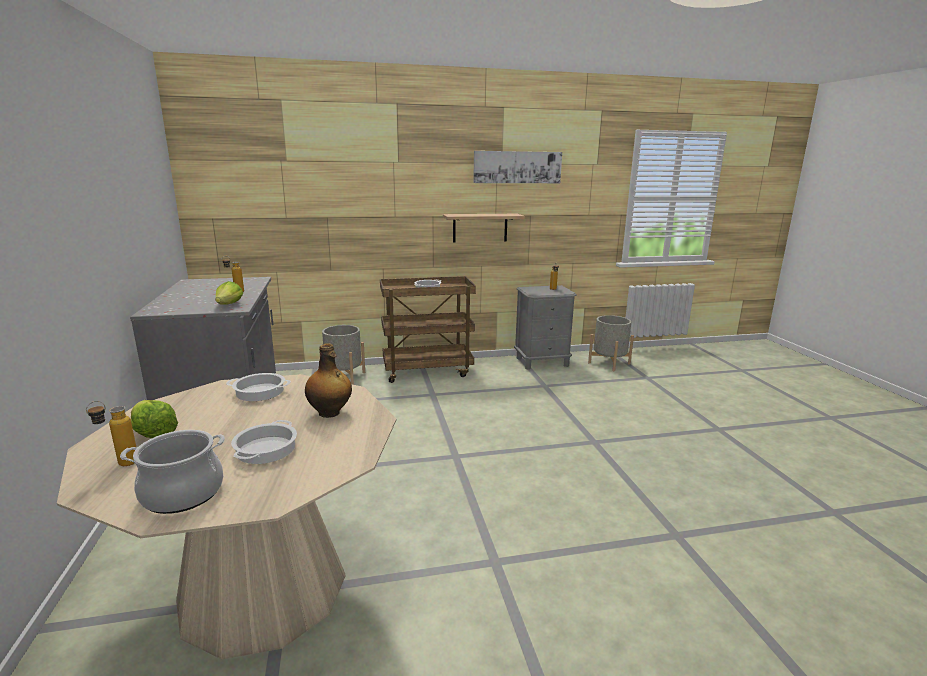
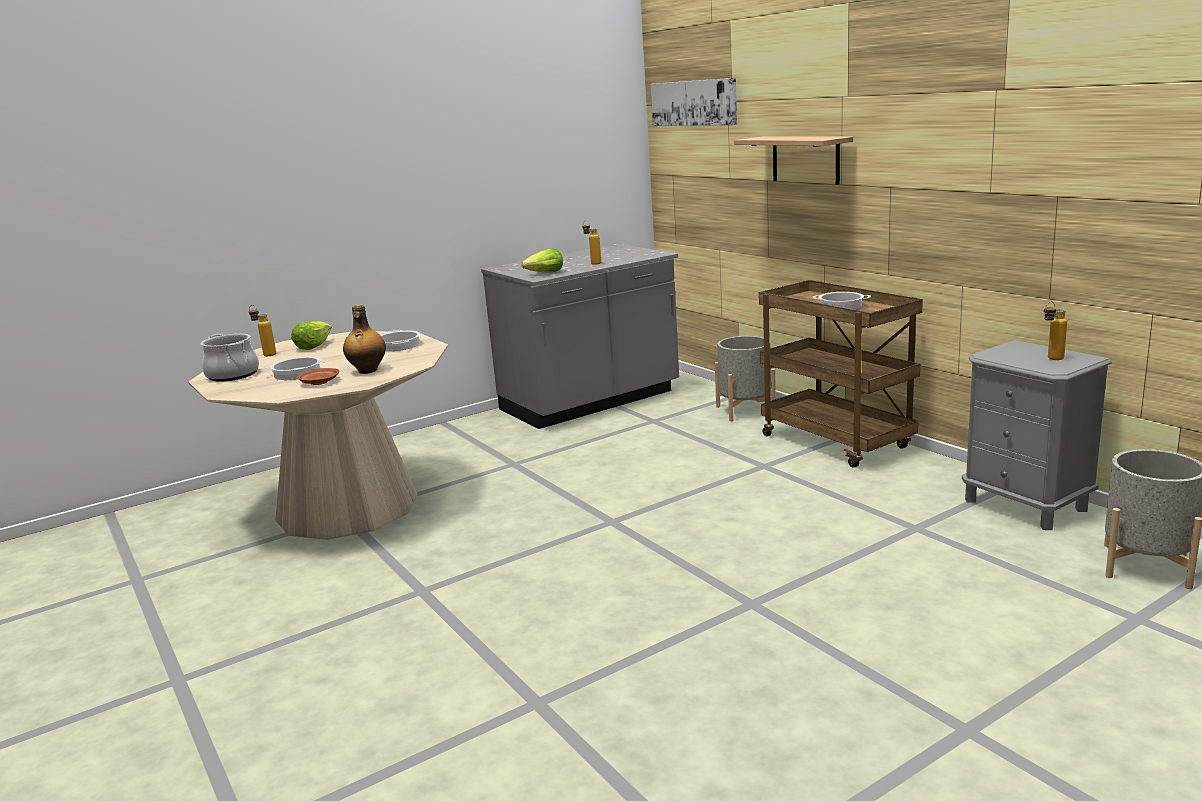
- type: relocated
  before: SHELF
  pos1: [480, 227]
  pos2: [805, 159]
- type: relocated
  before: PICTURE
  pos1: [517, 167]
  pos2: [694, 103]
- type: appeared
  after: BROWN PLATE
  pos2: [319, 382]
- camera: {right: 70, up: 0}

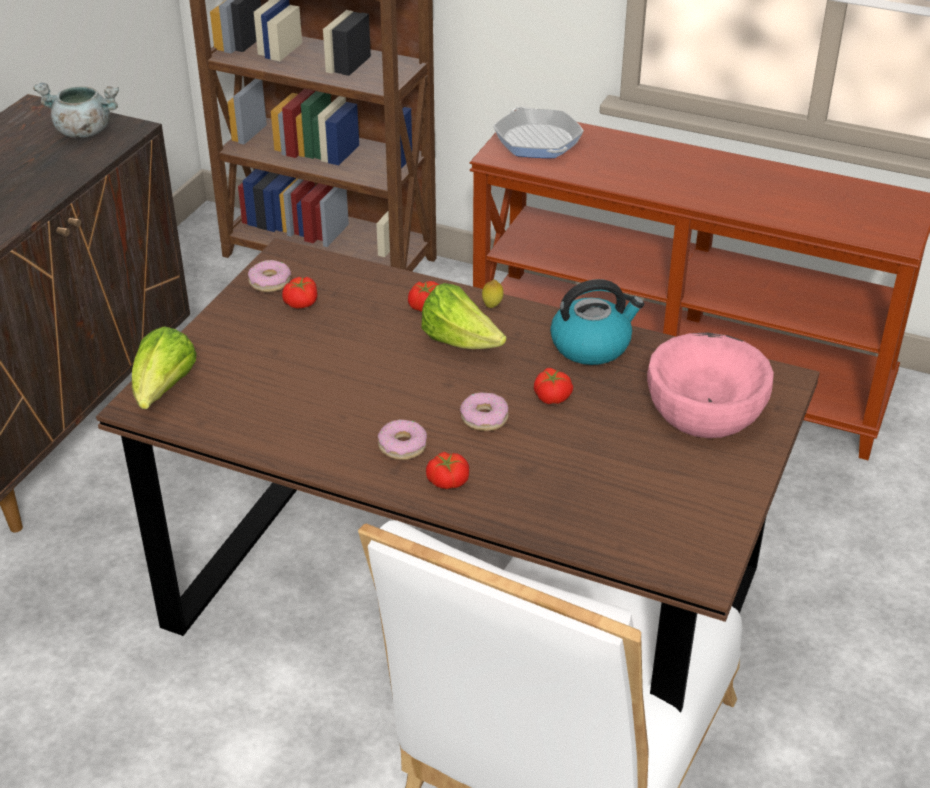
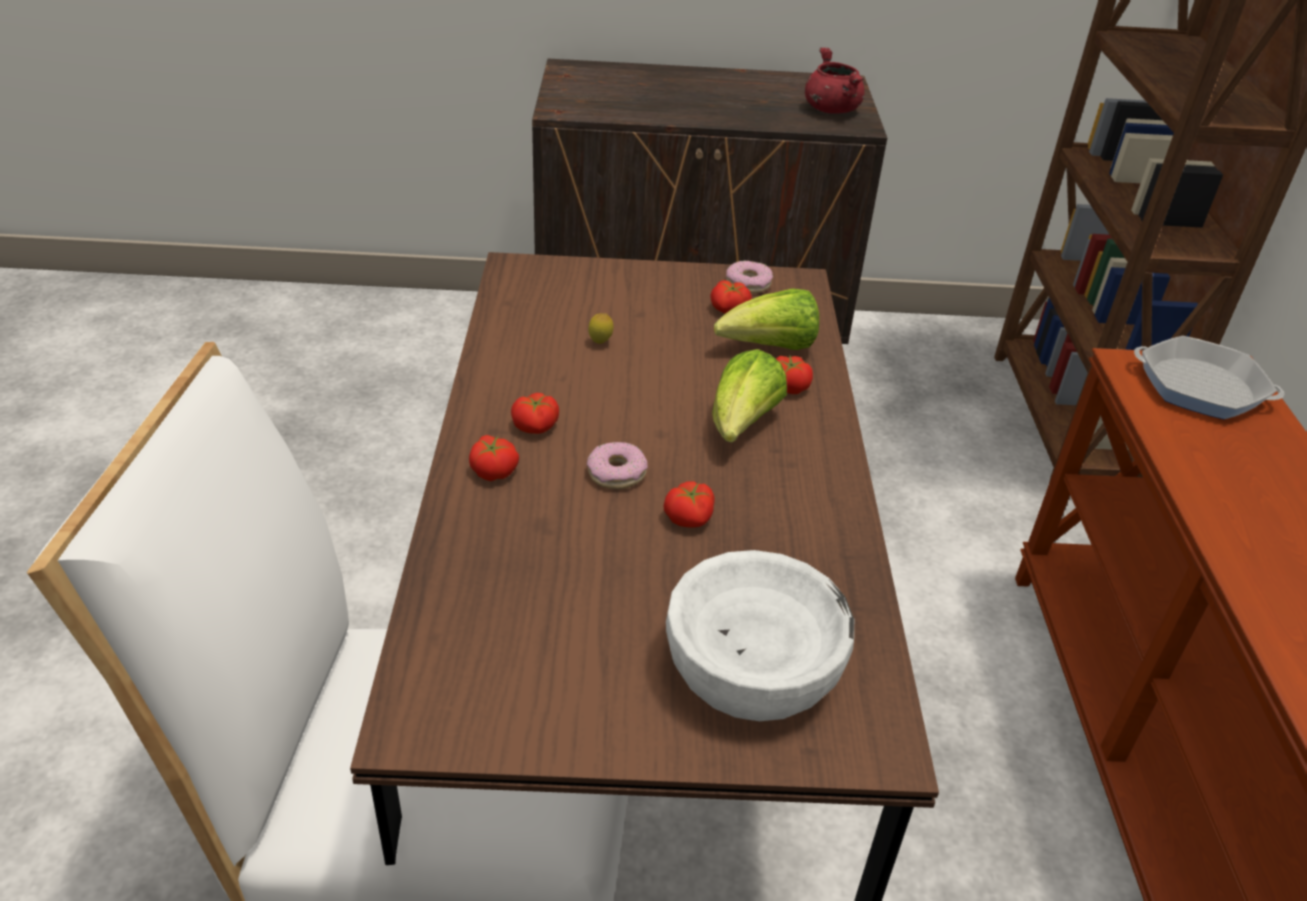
- type: colour
  before: GREY COOKING POT
  after: RED COOKING POT
  pos1: [83, 132]
  pos2: [831, 109]
- type: relocated
  before: LETTUCE
  pos1: [164, 391]
  pos2: [770, 348]
- type: exchanged
  before: DONUT
  after: TOMATO
  pos1: [402, 446]
  pos2: [536, 426]
- type: relocated
  before: LEMON
  pos1: [492, 306]
  pos2: [600, 343]
- type: spun
  before: FRYING PAN
  pos1: [537, 141]
  pos2: [1200, 387]
  turn: -105
- type: missing
  before: KETTLE
  pos1: [591, 345]
- type: colour
  before: PINK BOWL
  after: WHITE BOWL
  pos1: [704, 410]
  pos2: [752, 667]
- camera: {right: 65, up: 0}

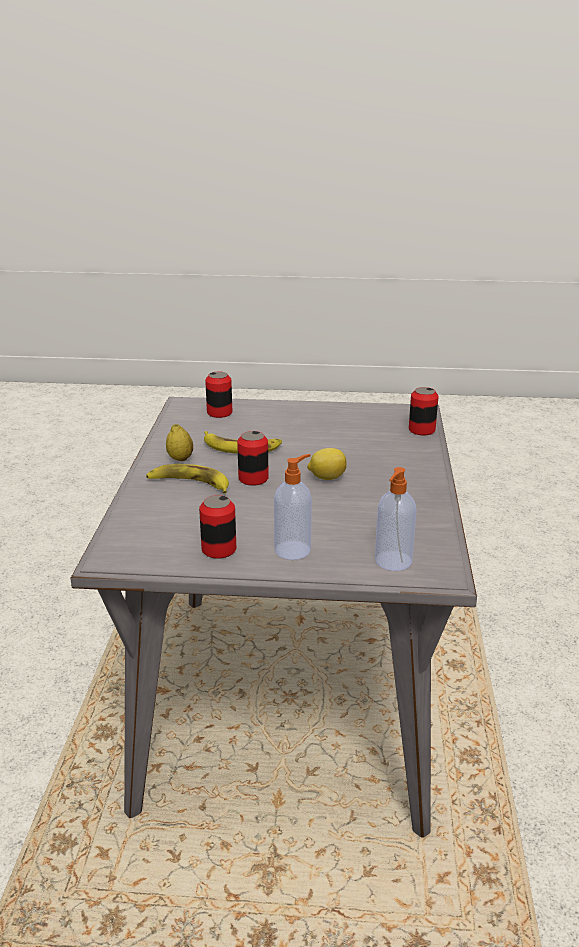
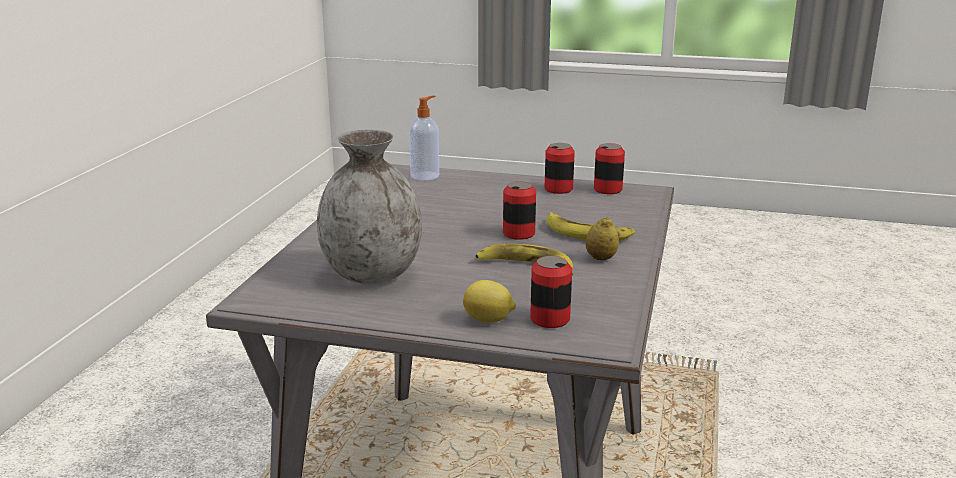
- type: missing
  before: SOAP DISPENSER
  pos1: [293, 549]
- type: relocated
  before: LEMON
  pos1: [326, 477]
  pos2: [489, 320]
- type: relocated
  before: CAN
  pos1: [421, 430]
  pos2: [608, 189]
- type: appeared
  after: GREY VASE
  pos2: [373, 274]
- camera: {right: -170, up: -5}

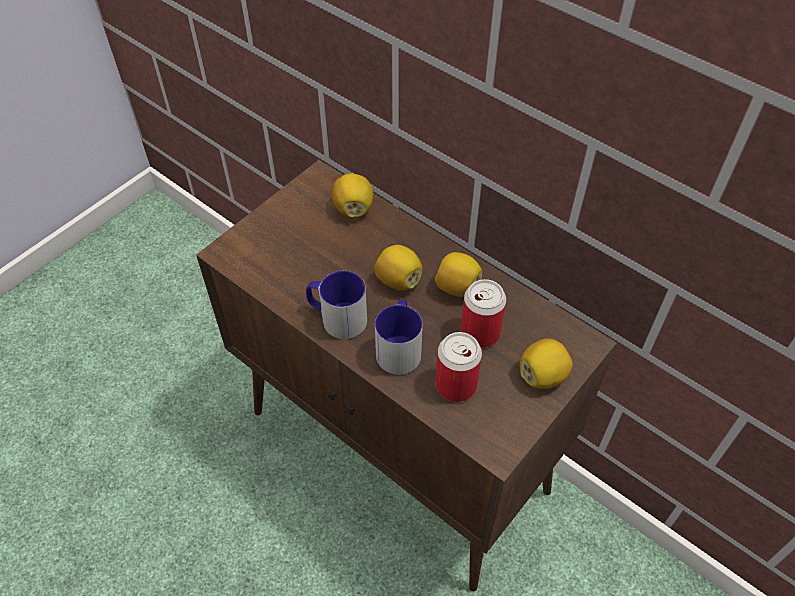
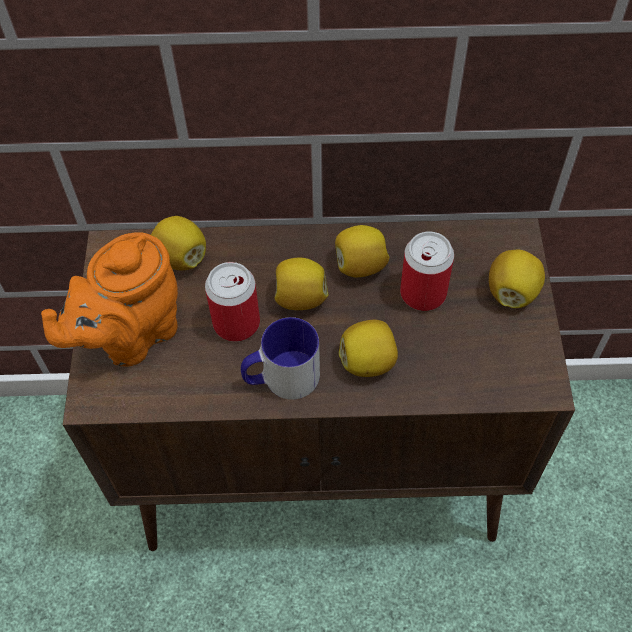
- type: exchanged
  before: MUG
  after: LEMON
  pos1: [399, 347]
  pos2: [368, 361]
- type: relocated
  before: CAN
  pos1: [456, 385]
  pos2: [236, 323]
- type: appeared
  after: ORANGE TEAPOT
  pos2: [131, 335]
- camera: {right: -40, up: 5}

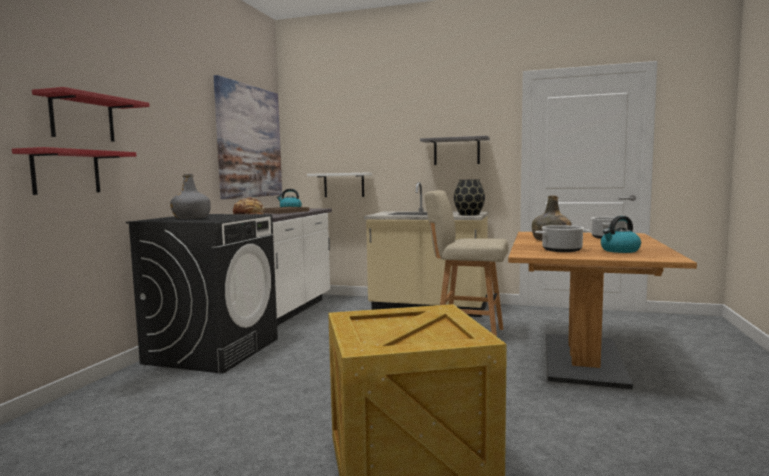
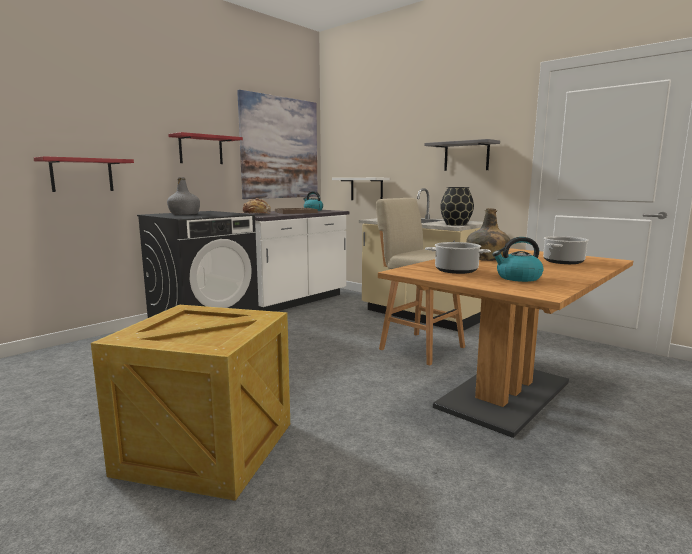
- type: relocated
  before: RED SHELF
  pos1: [82, 118]
  pos2: [201, 150]
- camera: {right: 25, up: 5}

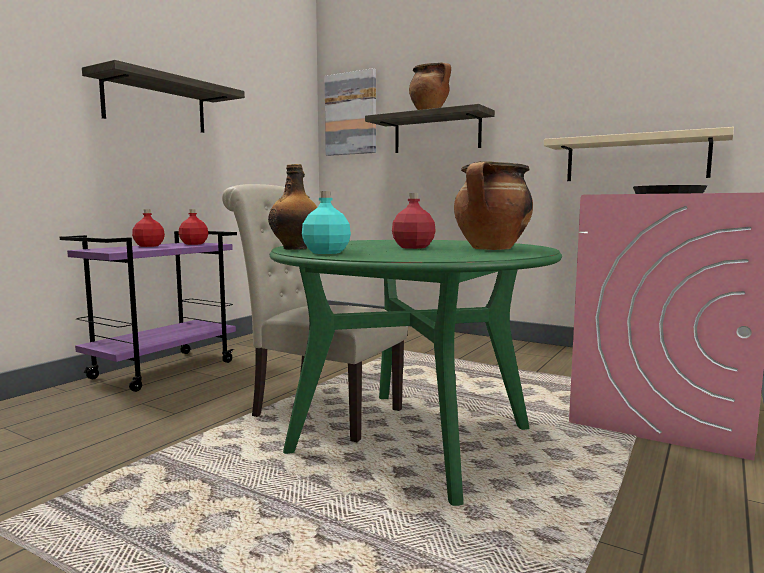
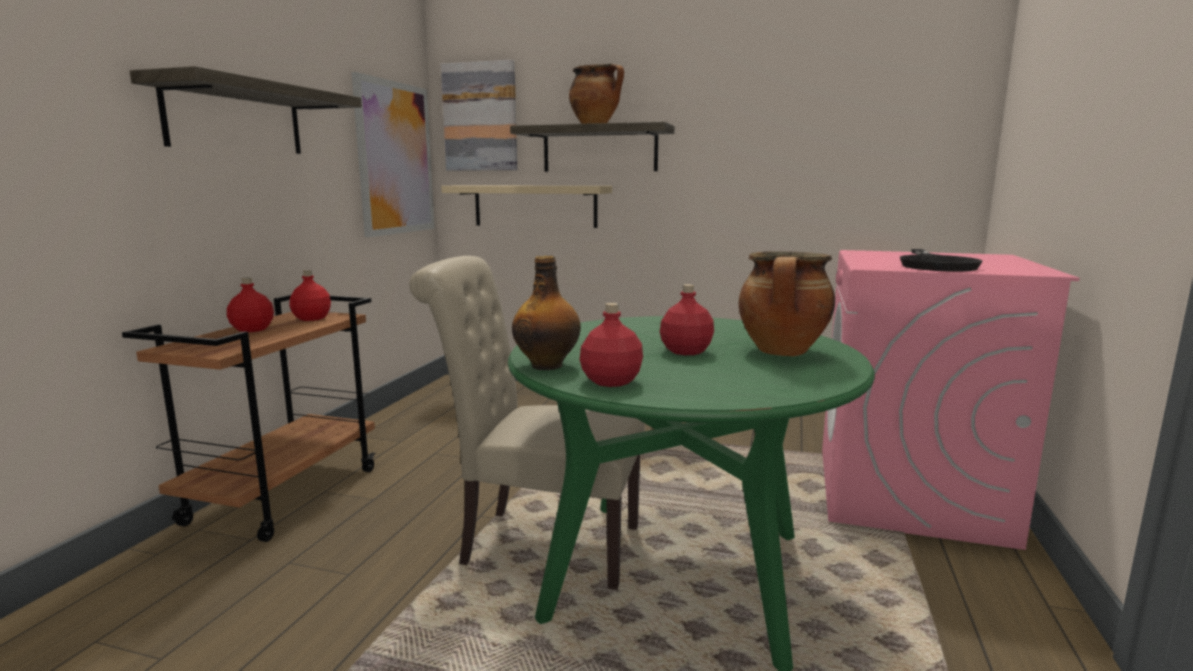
- type: colour
  before: PURPLE CART
  after: BROWN CART
  pos1: [164, 369]
  pos2: [284, 495]
- type: colour
  before: TURQUOISE BOTTLE
  after: RED BOTTLE
  pos1: [326, 252]
  pos2: [611, 381]
- type: relocated
  before: BEIGE SHELF
  pos1: [635, 158]
  pos2: [535, 206]
- type: appeared
  after: PICTURE
  pos2: [395, 158]
- camera: {right: -15, up: 5}

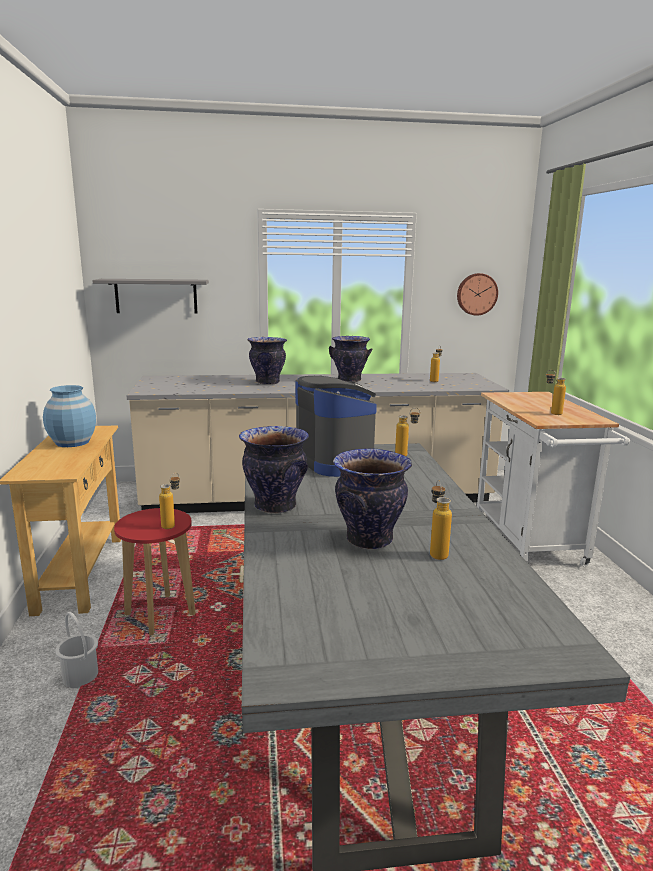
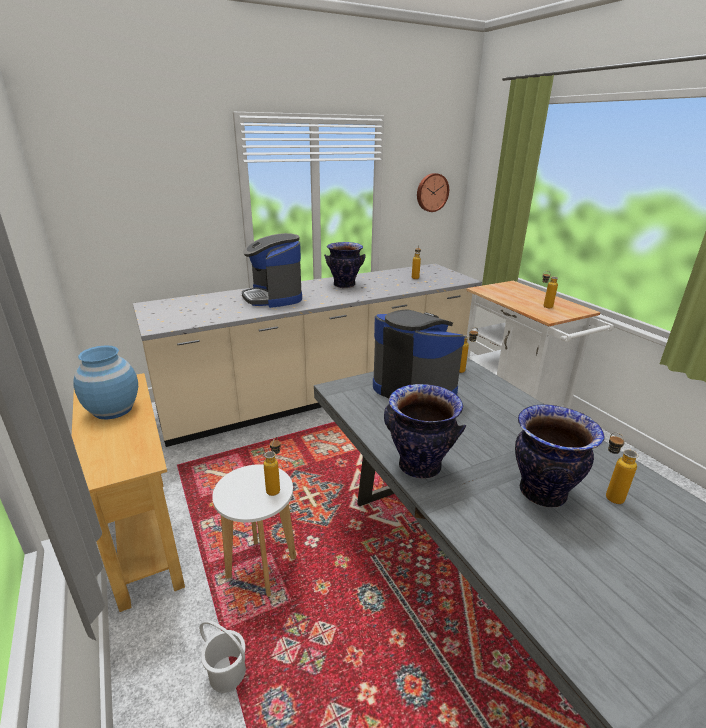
- type: missing
  before: GREY SHELF
  pos1: [156, 296]
- type: colour
  before: RED STOOL
  after: WHITE STOOL
  pos1: [160, 615]
  pos2: [261, 567]
- type: exchanged
  before: VASE
  after: COFFEE MACHINE
  pos1: [268, 382]
  pos2: [273, 297]
- camera: {right: -20, up: 10}

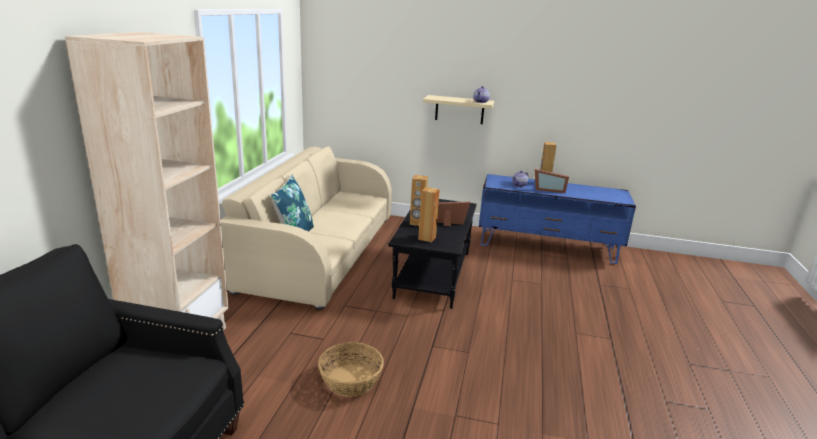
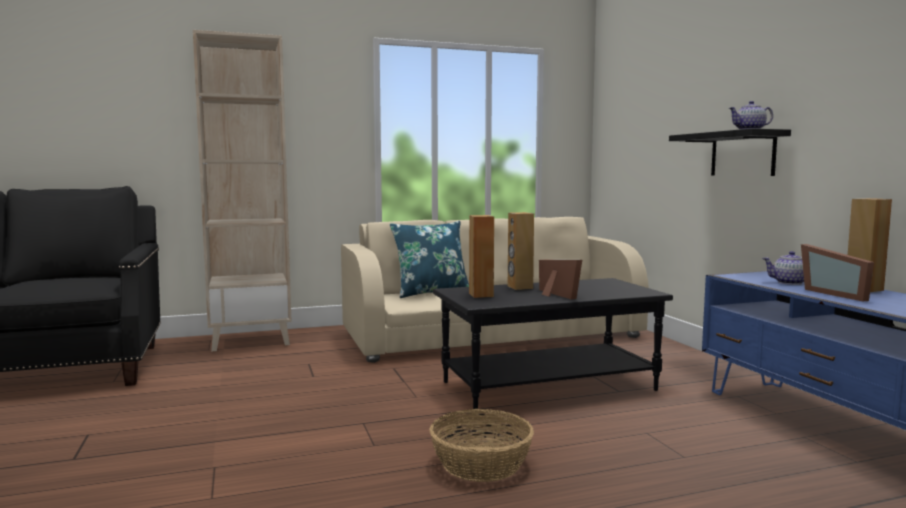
- type: relocated
  before: BASKET
  pos1: [351, 380]
  pos2: [482, 464]
- type: colour
  before: BEIGE SHELF
  after: BLACK SHELF
  pos1: [459, 109]
  pos2: [742, 154]
- camera: {right: 60, up: -15}

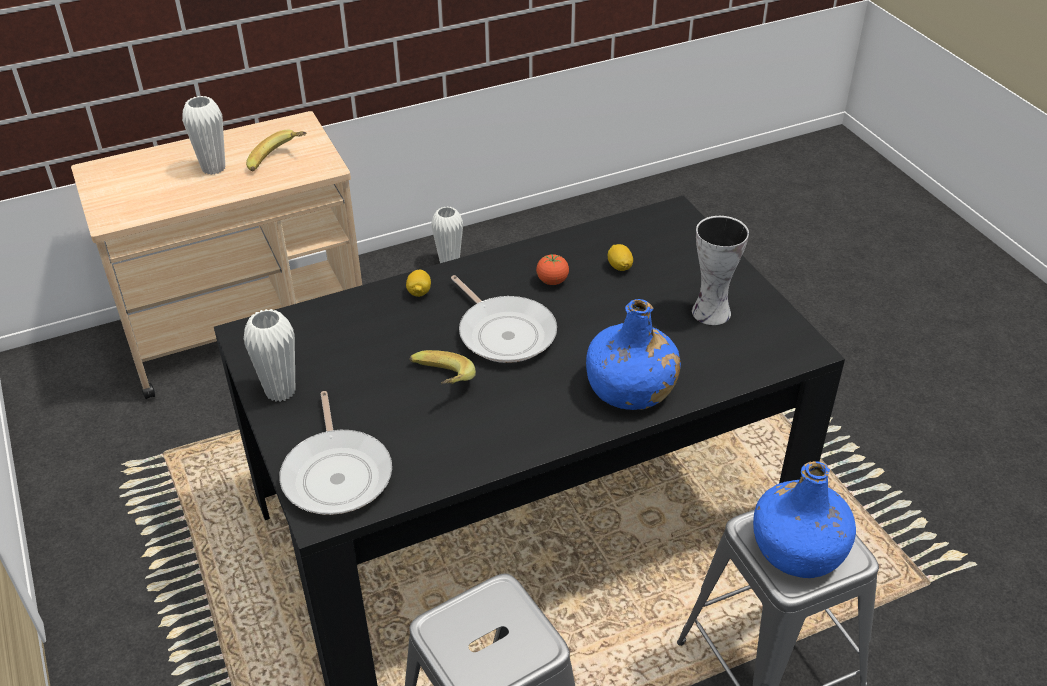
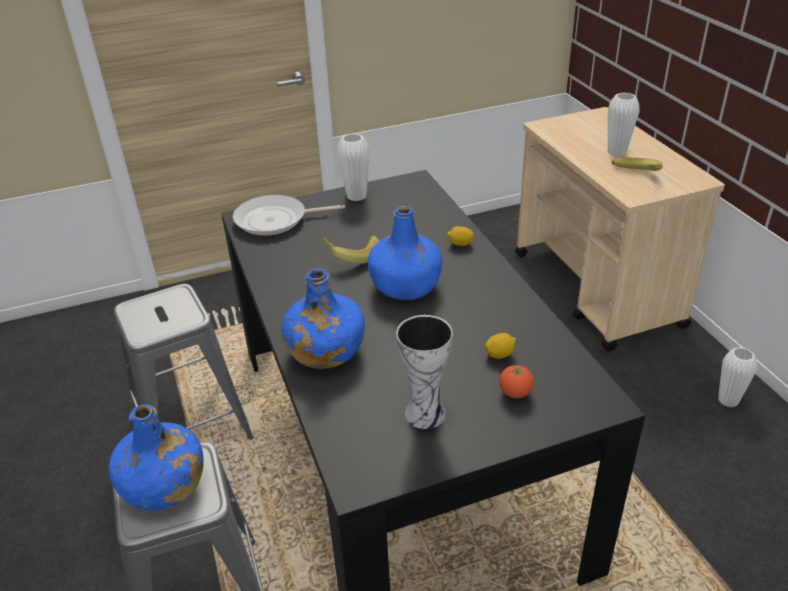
- type: exchanged
  before: FRYING PAN
  after: BLUE BOTTLE
  pos1: [504, 332]
  pos2: [406, 285]
- type: relocated
  before: TOMATO
  pos1: [552, 281]
  pos2: [515, 393]
- camera: {right: 95, up: -5}

